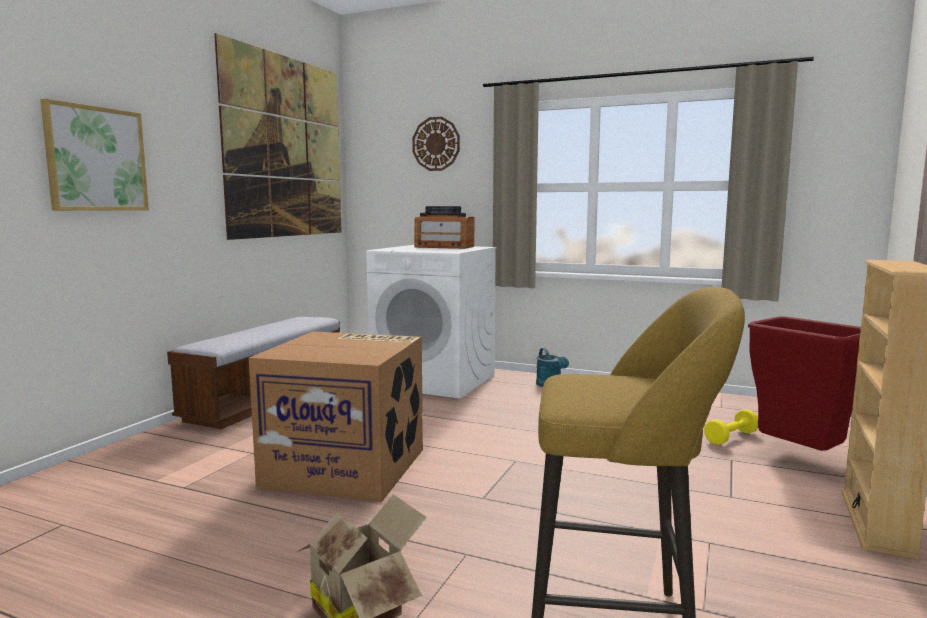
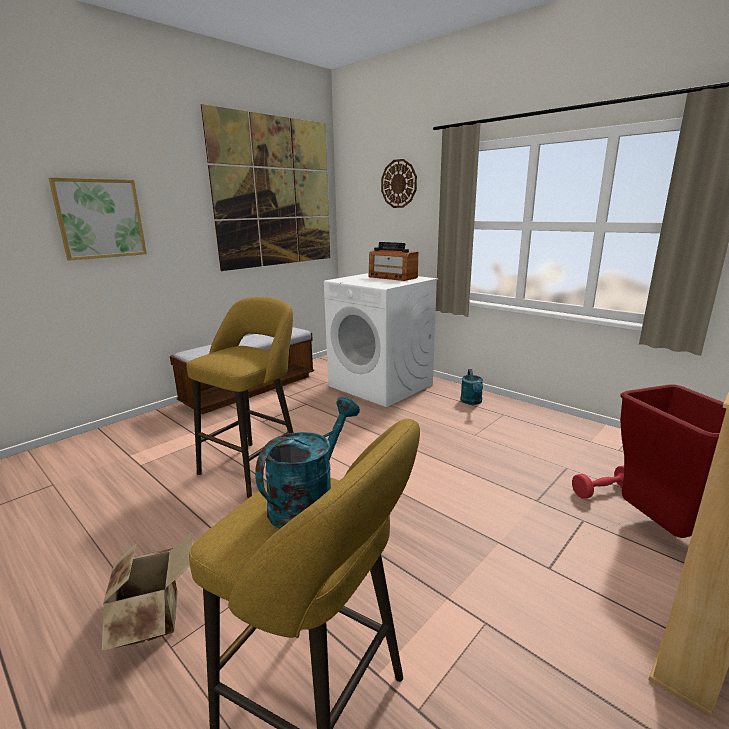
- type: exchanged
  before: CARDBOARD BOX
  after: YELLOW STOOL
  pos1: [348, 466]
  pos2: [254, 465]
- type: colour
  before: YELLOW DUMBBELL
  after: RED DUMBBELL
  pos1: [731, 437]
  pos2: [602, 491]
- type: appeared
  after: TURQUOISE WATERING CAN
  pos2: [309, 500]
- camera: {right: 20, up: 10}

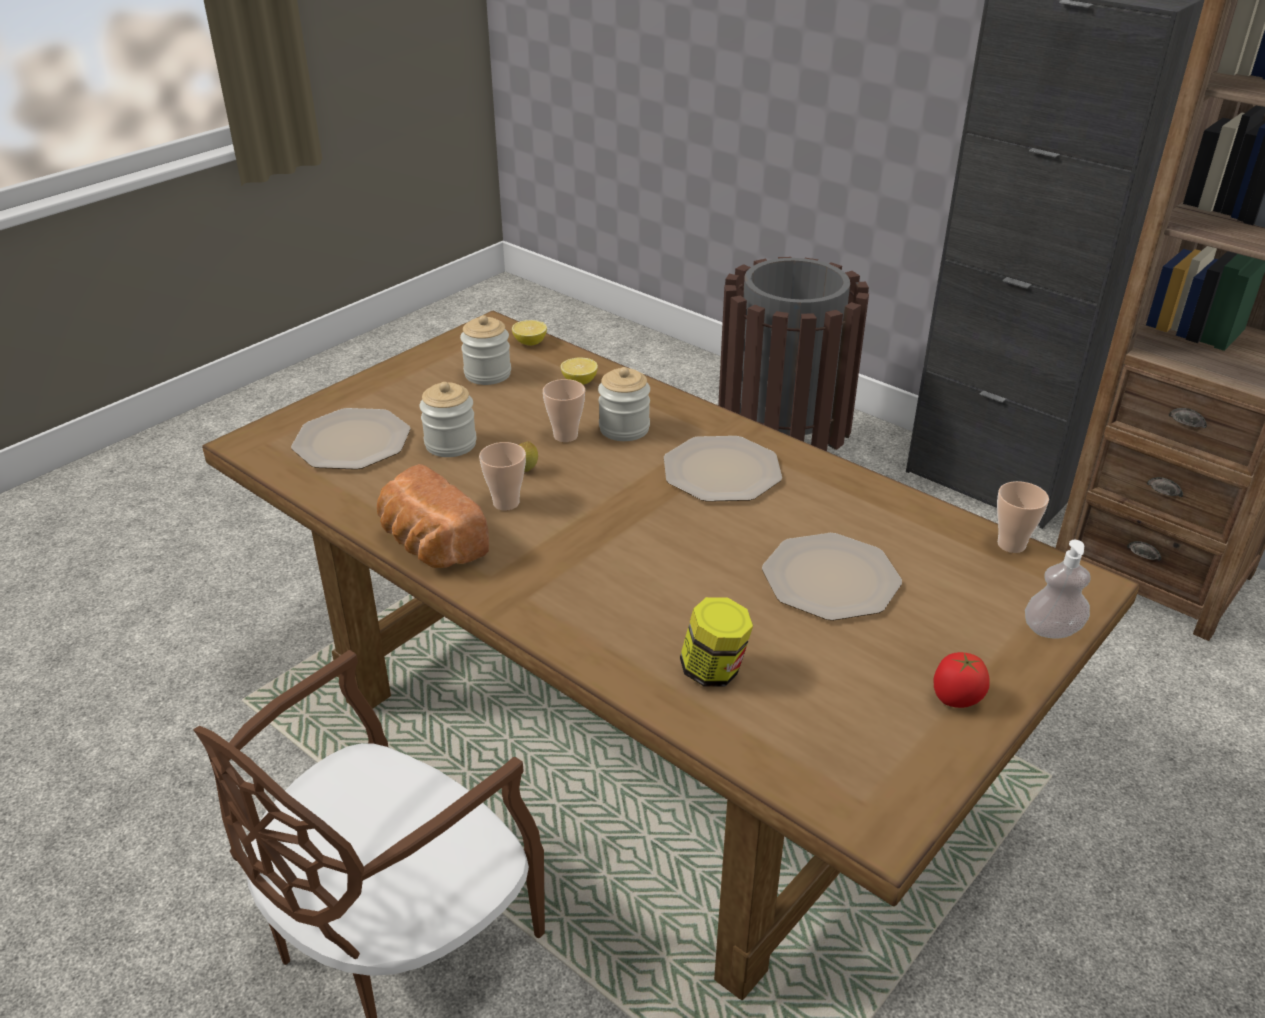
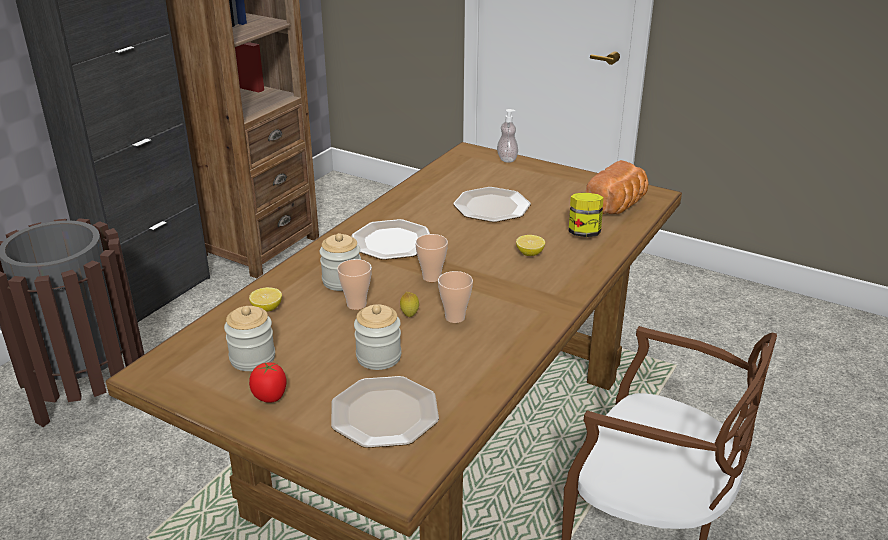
- type: relocated
  before: BREAD
  pos1: [429, 545]
  pos2: [618, 206]
- type: relocated
  before: LEMON
  pos1: [530, 342]
  pos2: [529, 253]
- type: relocated
  before: TOMATO
  pos1: [956, 698]
  pos2: [270, 396]
- type: relocated
  before: CUP
  pos1: [1011, 545]
  pos2: [431, 277]
- camera: {right: -100, up: -5}

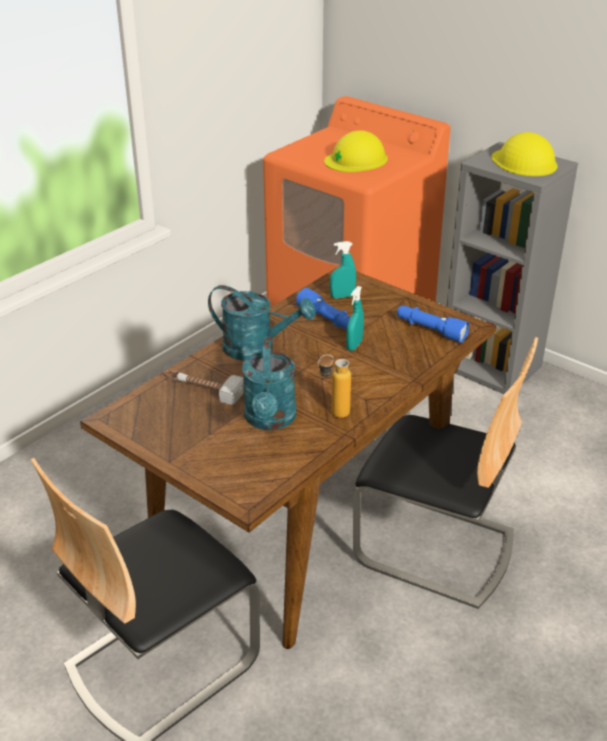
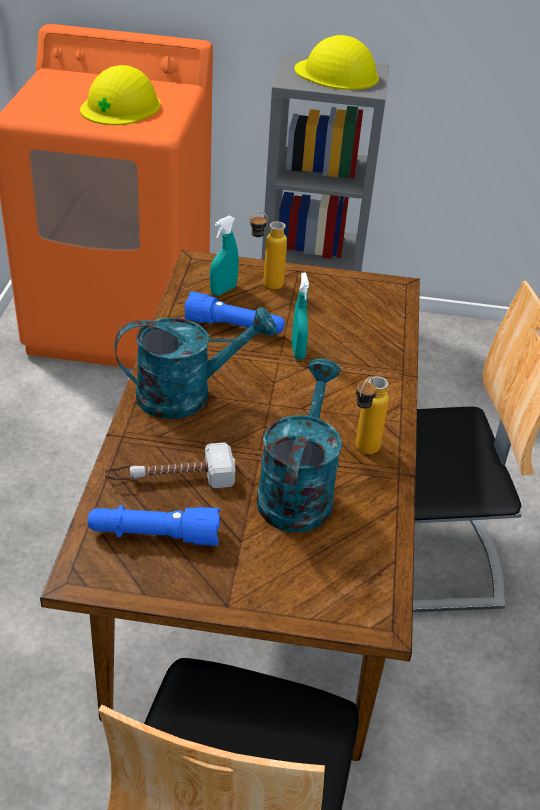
- type: spun
  before: TURQUOISE WATERING CAN
  pos1: [270, 420]
  pos2: [297, 490]
  turn: -135
- type: relocated
  before: BLUE FLASHLIGHT
  pos1: [430, 330]
  pos2: [154, 535]
- type: appeared
  after: BOTTLE
  pos2: [264, 285]
- camera: {right: -35, up: 5}

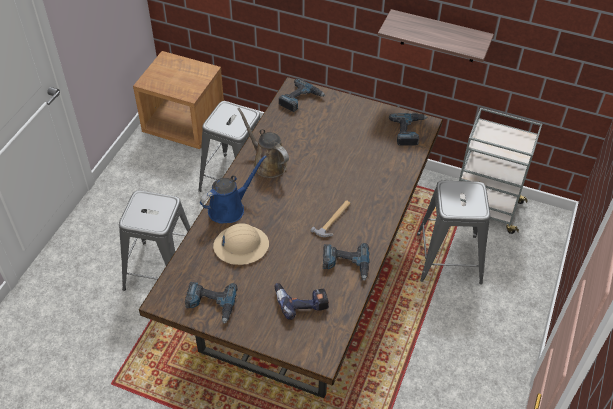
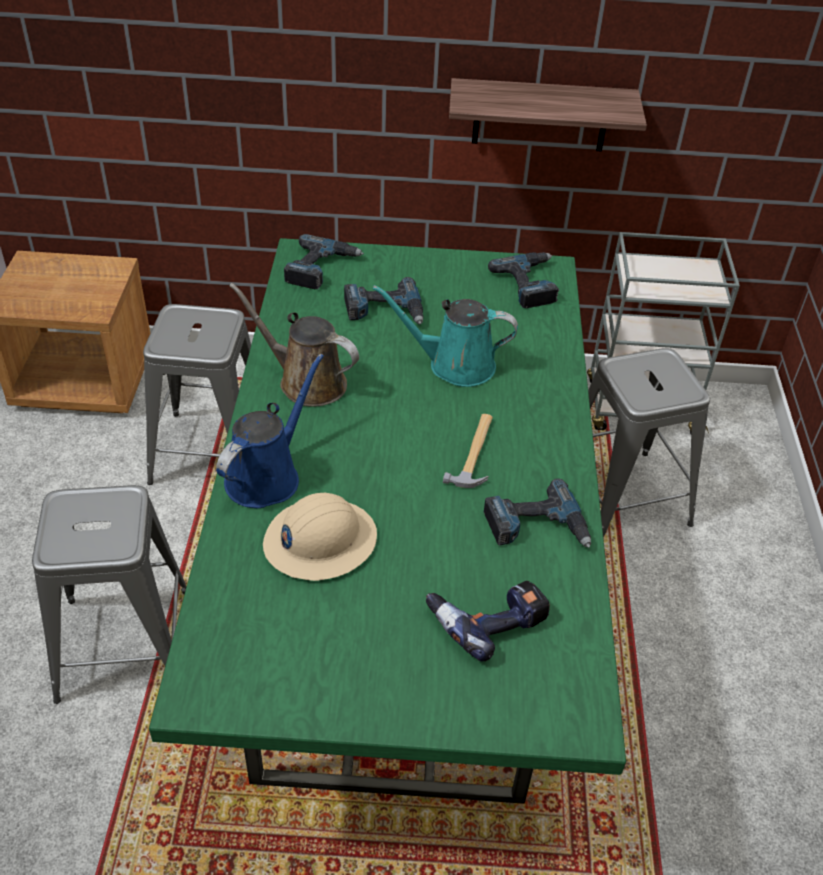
- type: colour
  before: BROWN DINING TABLE
  after: GREEN DINING TABLE
  pos1: [305, 283]
  pos2: [402, 598]
- type: relocated
  before: POWER DRILL
  pos1: [211, 304]
  pos2: [384, 311]
- type: appeared
  after: TURQUOISE WATERING CAN
  pos2: [454, 365]
- camera: {right: -20, up: -5}

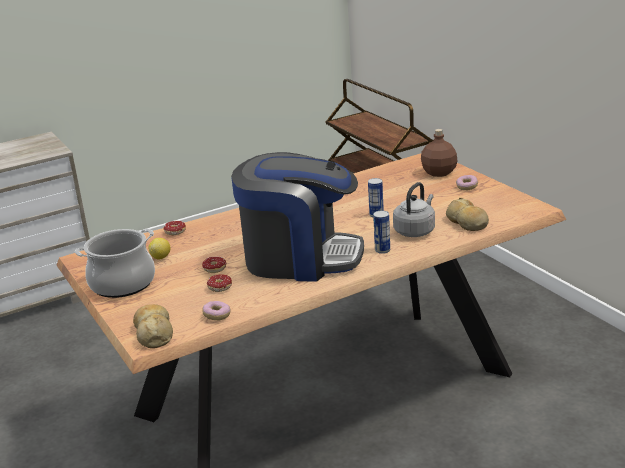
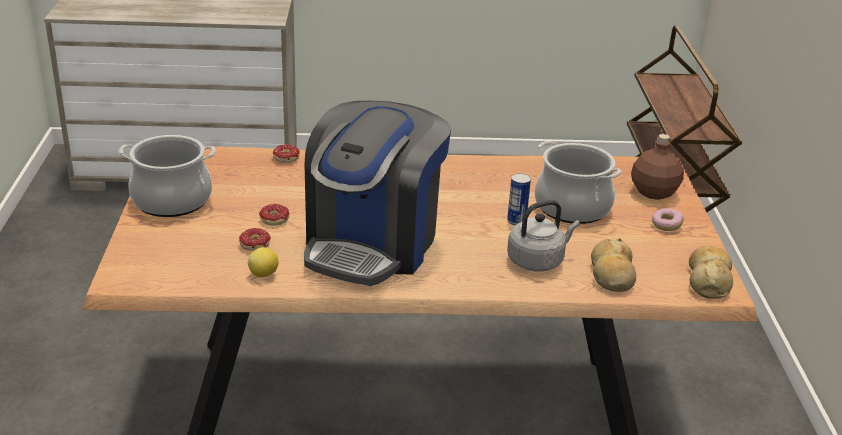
- type: relocated
  before: BREAD
  pos1: [154, 333]
  pos2: [708, 280]
- type: relocated
  before: LEMON
  pos1: [161, 257]
  pos2: [264, 274]
- type: missing
  before: DONUT
  pos1: [217, 316]
- type: spun
  before: COFFEE MACHINE
  pos1: [300, 258]
  pos2: [373, 244]
  turn: 75
- type: missing
  before: CAN
  pos1: [382, 250]
- type: appeared
  after: COOKING POT
  pos2: [572, 207]
- camera: {right: 25, up: 5}

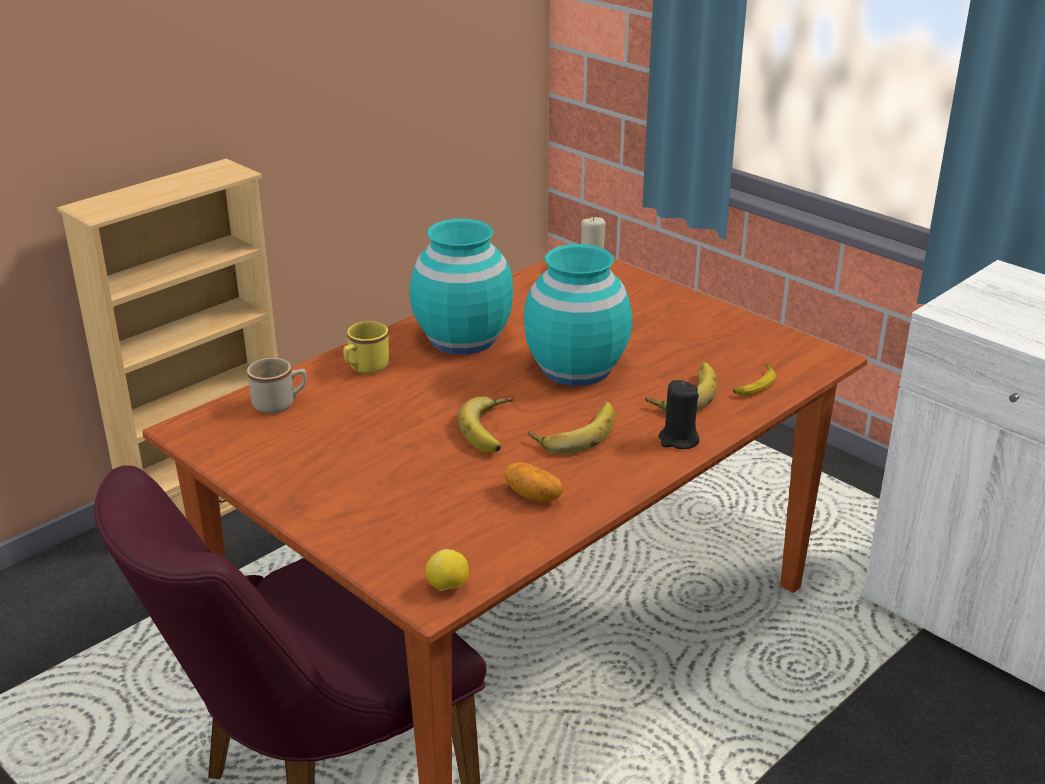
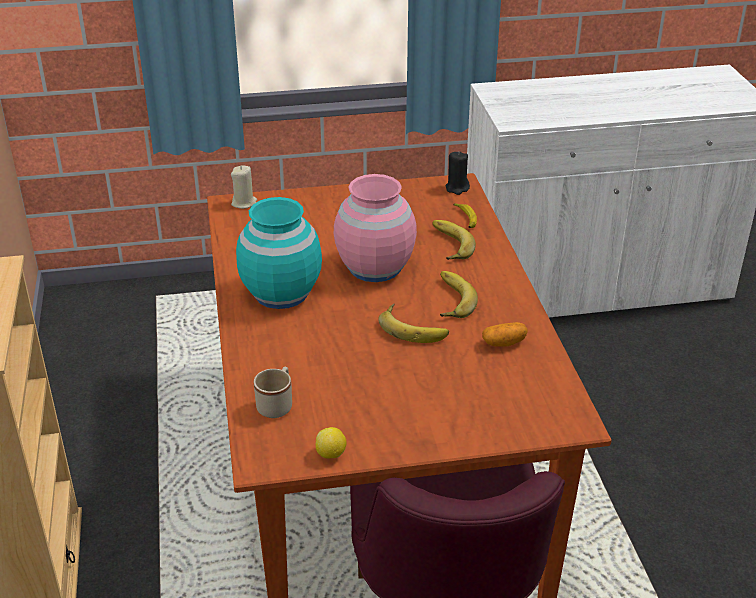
- type: missing
  before: YELLOW MUG
  pos1: [365, 368]
- type: relocated
  before: LEMON
  pos1: [447, 587]
  pos2: [331, 454]
- type: colour
  before: TURQUOISE VASE
  after: PINK VASE
  pos1: [575, 369]
  pos2: [375, 268]
- type: relocated
  before: BLACK CANDLE
  pos1: [678, 440]
  pos2: [457, 188]
- camera: {right: -55, up: 5}

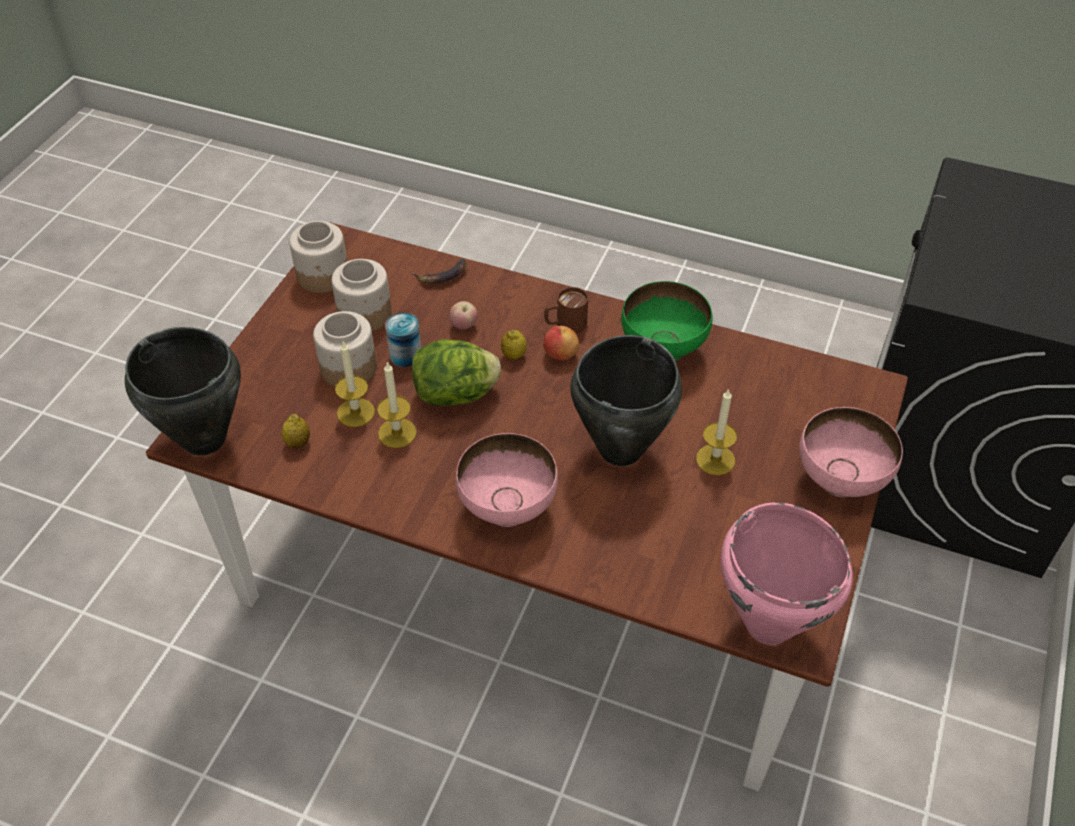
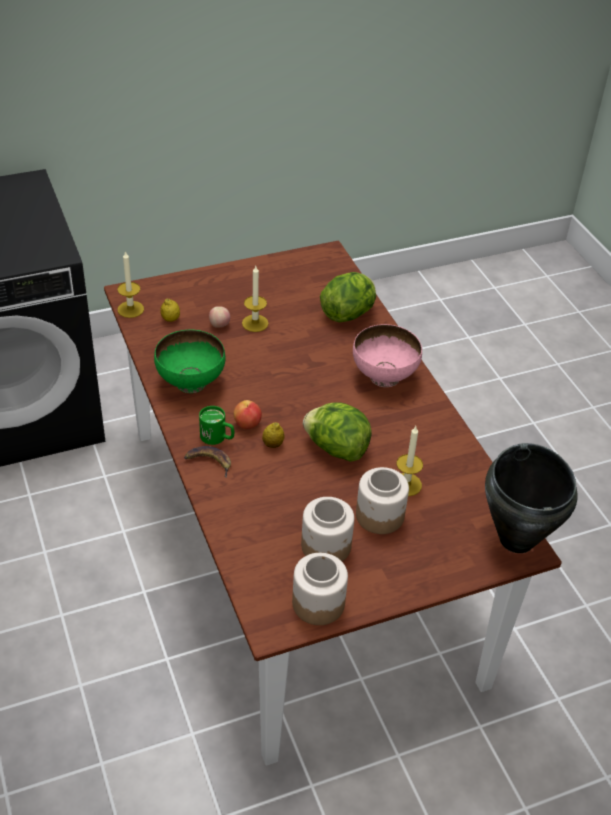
- type: relocated
  before: LEMON
  pos1: [298, 443]
  pos2: [170, 319]
- type: relocated
  before: CANDLE
  pos1: [397, 433]
  pos2: [130, 309]
- type: missing
  before: CAN
  pos1: [405, 355]
- type: relocated
  before: BANANA
  pos1: [443, 275]
  pos2: [209, 462]
- type: relocated
  before: APPLE
  pos1: [464, 326]
  pos2: [219, 325]
- type: colour
  before: BROWN MUG
  after: GREEN MUG
  pos1: [565, 325]
  pos2: [218, 438]
- type: missing
  before: BLACK COOKING POT
  pos1: [619, 450]
- type: missing
  before: PINK COOKING POT
  pos1: [769, 622]
- type: missing
  before: PINK BOWL
  pos1: [840, 481]
- type: appeared
  after: LETTUCE
  pos2: [348, 314]
- camera: {right: -135, up: -5}

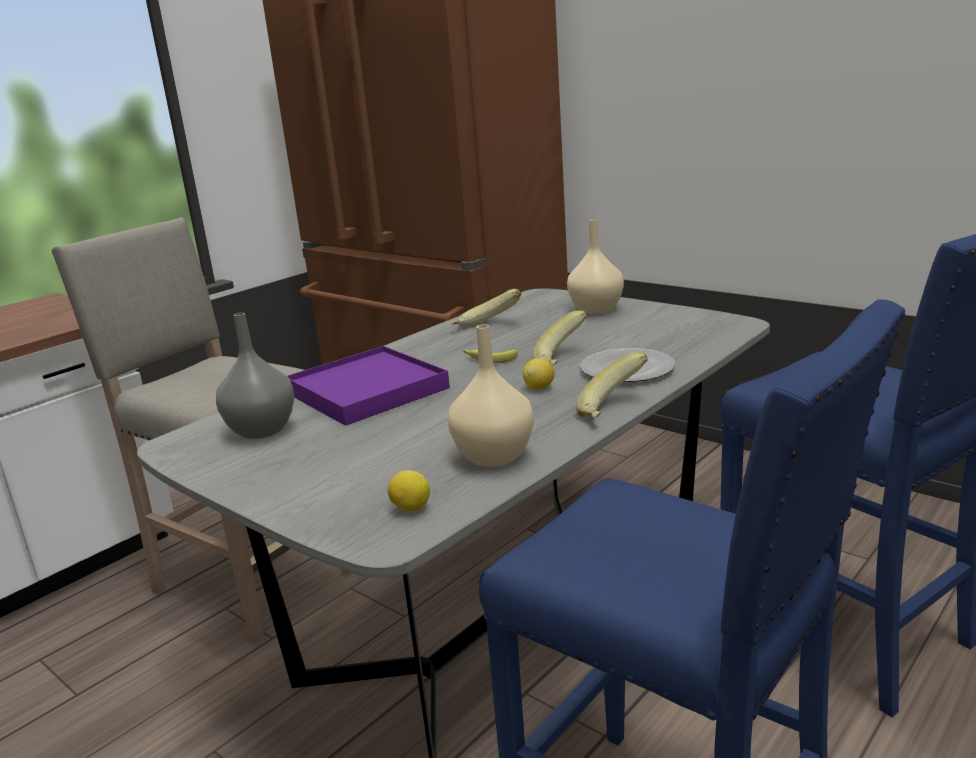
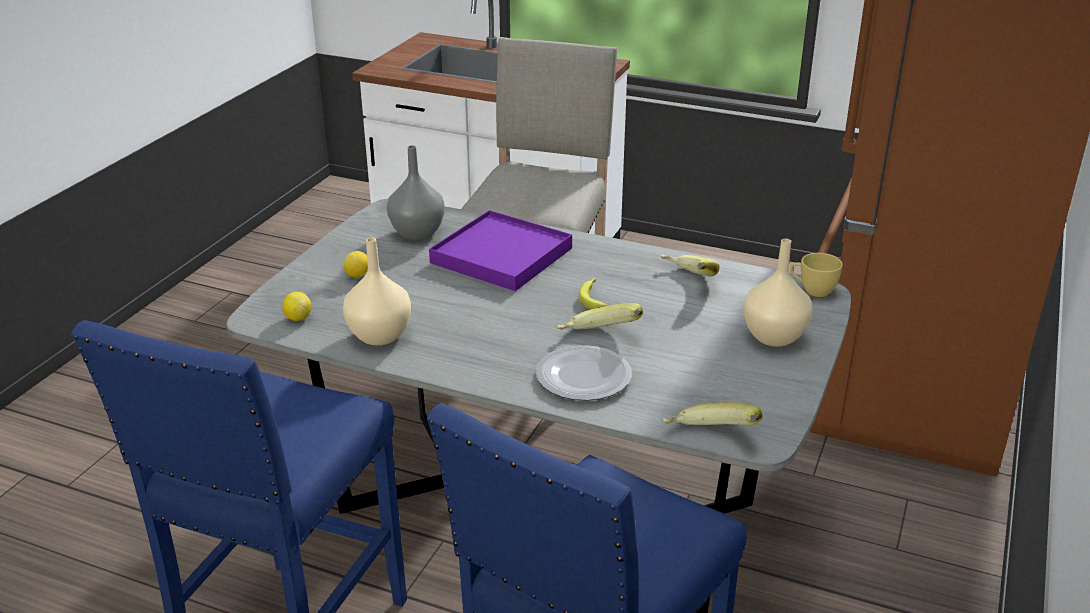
- type: relocated
  before: LEMON
  pos1: [539, 388]
  pos2: [358, 276]
- type: relocated
  before: BANANA
  pos1: [614, 411]
  pos2: [709, 438]
- type: appeared
  after: YELLOW CUP
  pos2: [812, 290]
- camera: {right: 70, up: 10}

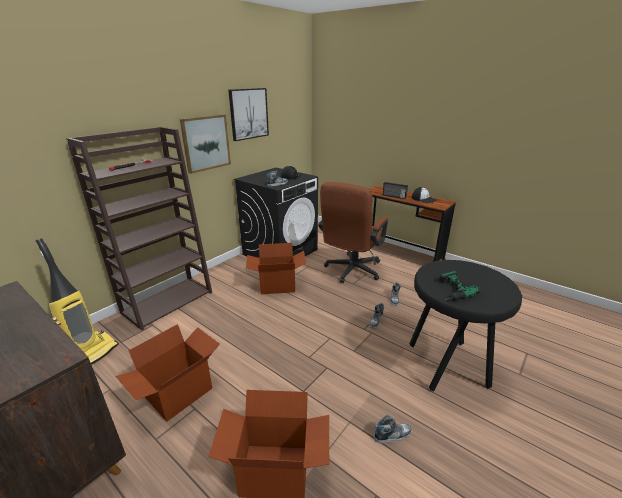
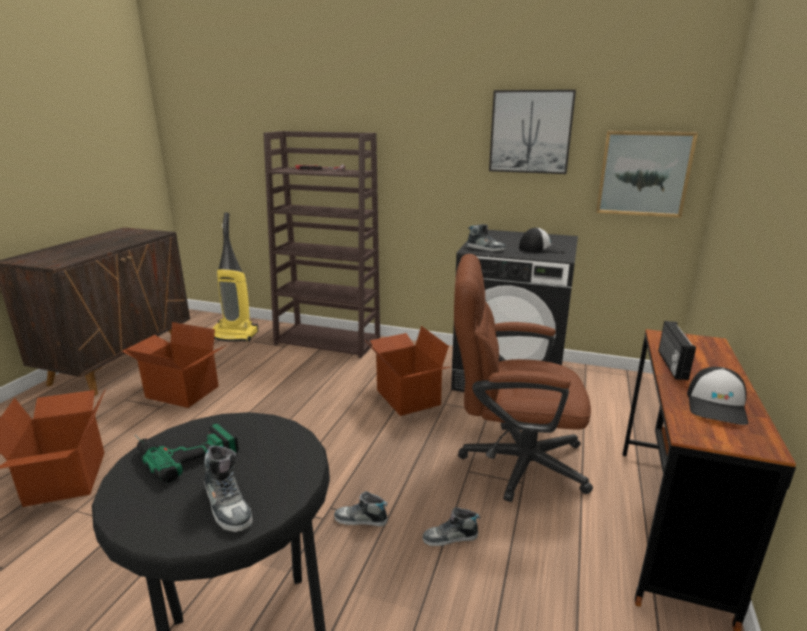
- type: relocated
  before: PICTURE
  pos1: [206, 143]
  pos2: [643, 173]
- type: relocated
  before: SHOE
  pos1: [392, 435]
  pos2: [228, 505]
- camera: {right: 70, up: -5}

